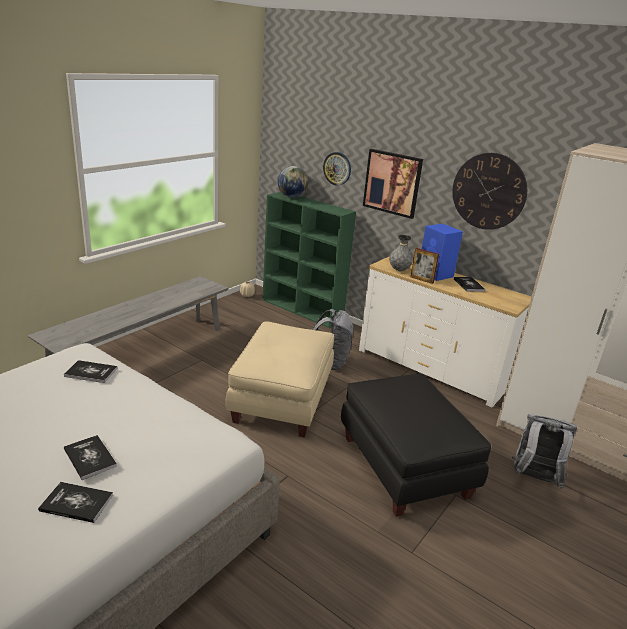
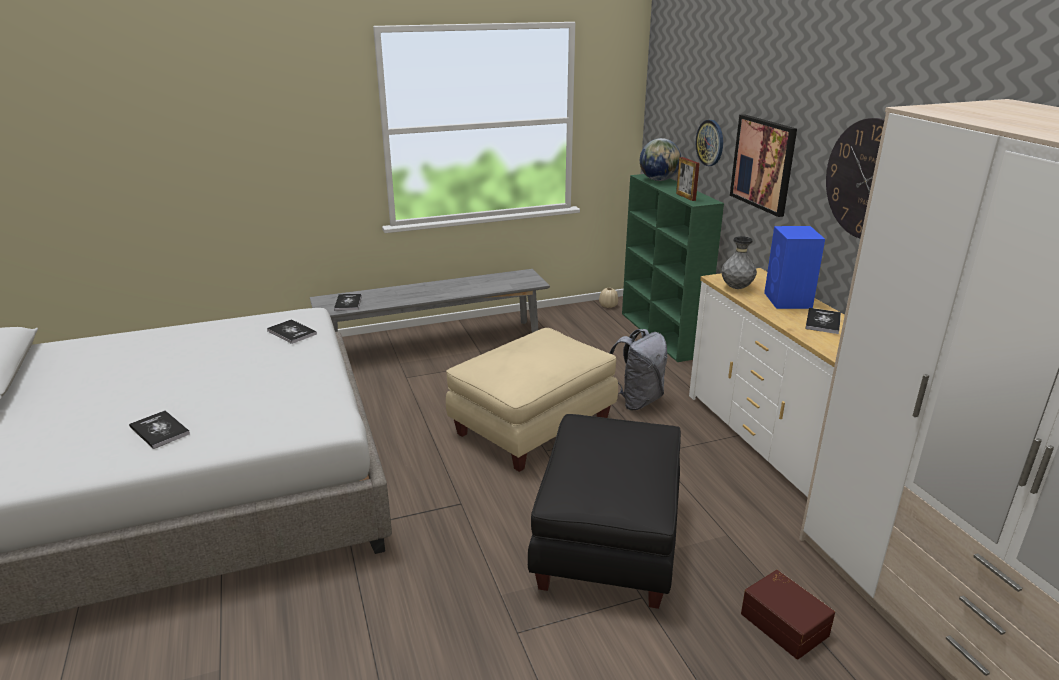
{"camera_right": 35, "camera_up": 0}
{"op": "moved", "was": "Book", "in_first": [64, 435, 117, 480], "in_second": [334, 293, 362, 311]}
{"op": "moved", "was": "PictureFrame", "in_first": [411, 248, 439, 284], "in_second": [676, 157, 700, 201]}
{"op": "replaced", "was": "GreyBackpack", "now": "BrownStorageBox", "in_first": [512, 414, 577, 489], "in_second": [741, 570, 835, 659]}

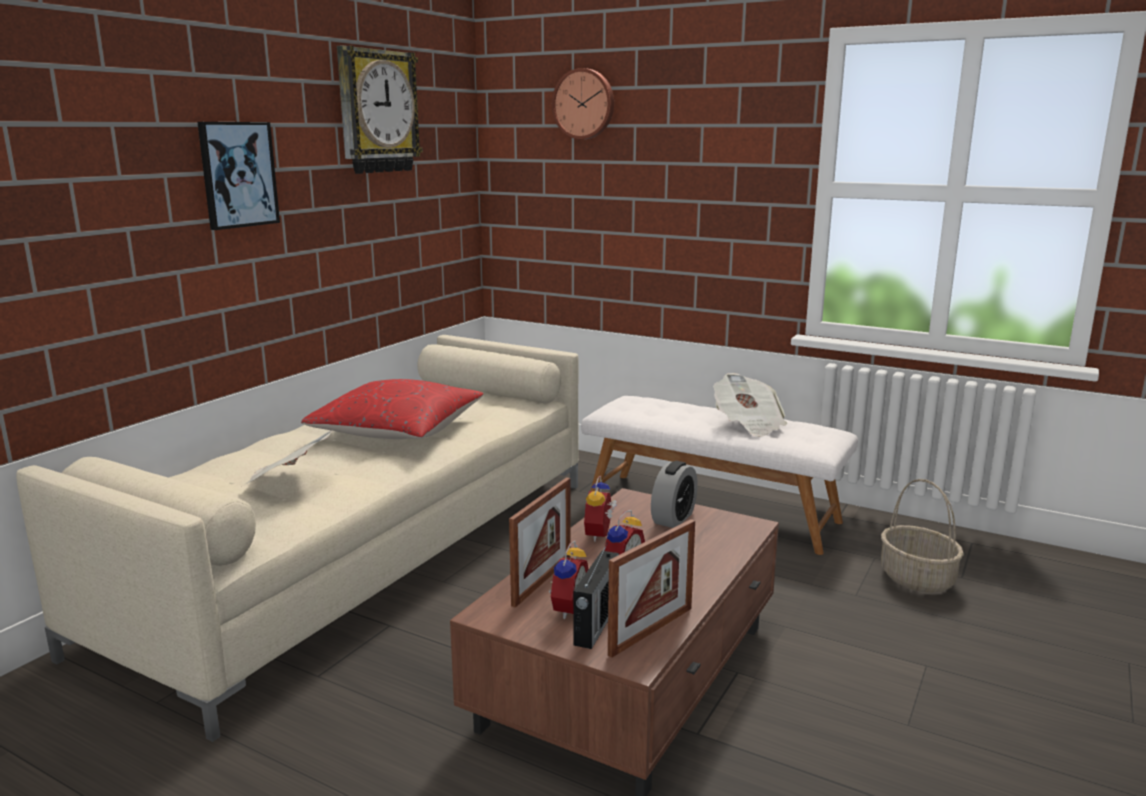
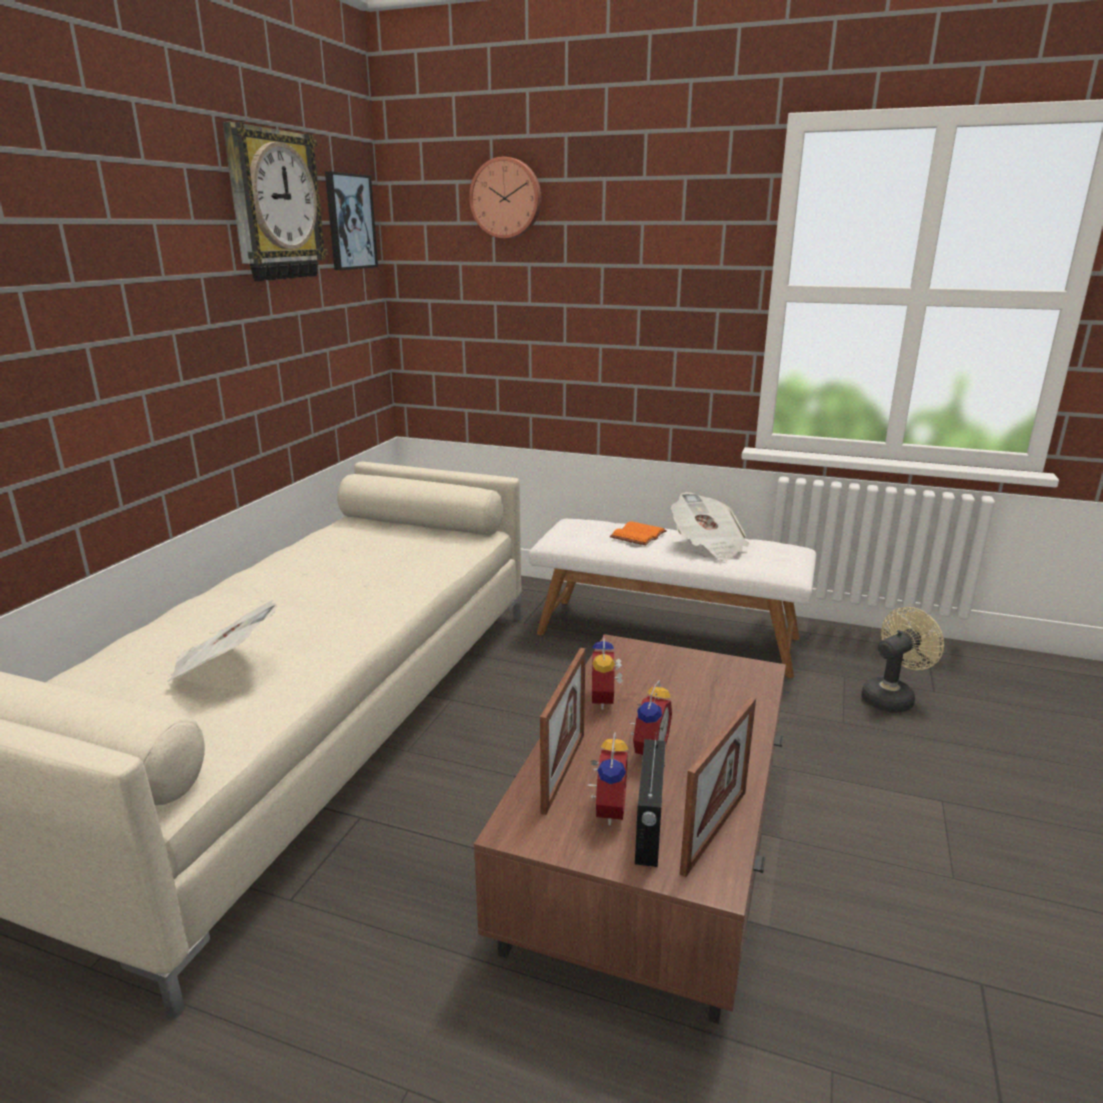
{"camera_right": -10, "camera_up": 5}
{"op": "moved", "was": "Picture", "in_first": [197, 122, 280, 230], "in_second": [325, 171, 378, 270]}
{"op": "removed", "was": "RedPillow", "in_first": [301, 379, 484, 439]}
{"op": "removed", "was": "AlarmClock", "in_first": [651, 461, 698, 528]}
{"op": "replaced", "was": "Basket", "now": "BeigeFan", "in_first": [881, 479, 964, 593], "in_second": [861, 607, 944, 713]}
{"op": "added", "now": "OrangeBook", "in_second": [610, 521, 667, 546]}

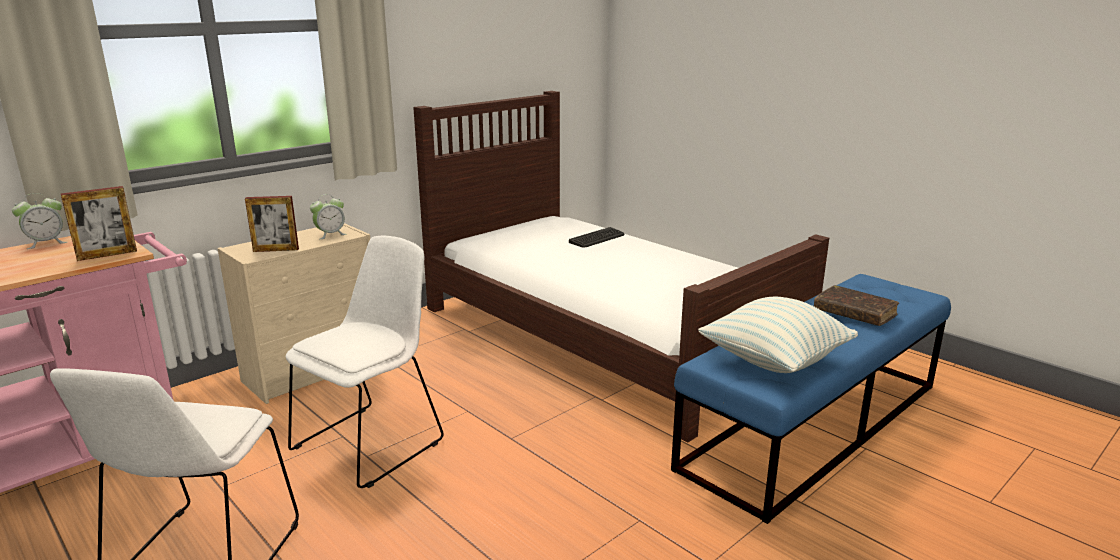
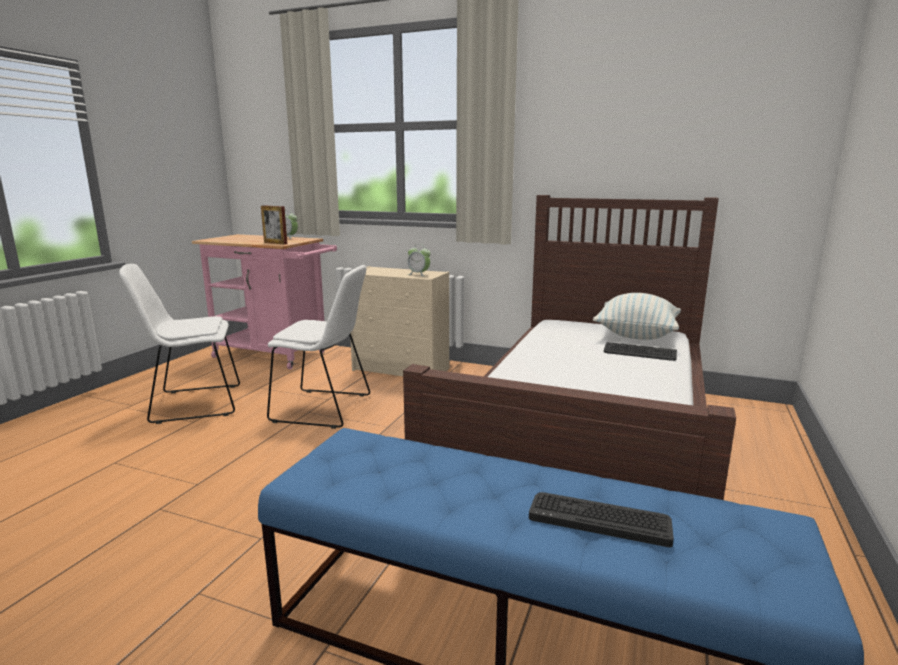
{"camera_right": 65, "camera_up": -5}
{"op": "removed", "was": "PictureFrame", "in_first": [245, 196, 299, 252]}
{"op": "moved", "was": "Pillow", "in_first": [698, 297, 858, 373], "in_second": [593, 293, 681, 340]}
{"op": "replaced", "was": "BrownBook", "now": "Keyboard", "in_first": [814, 285, 899, 326], "in_second": [529, 492, 674, 547]}

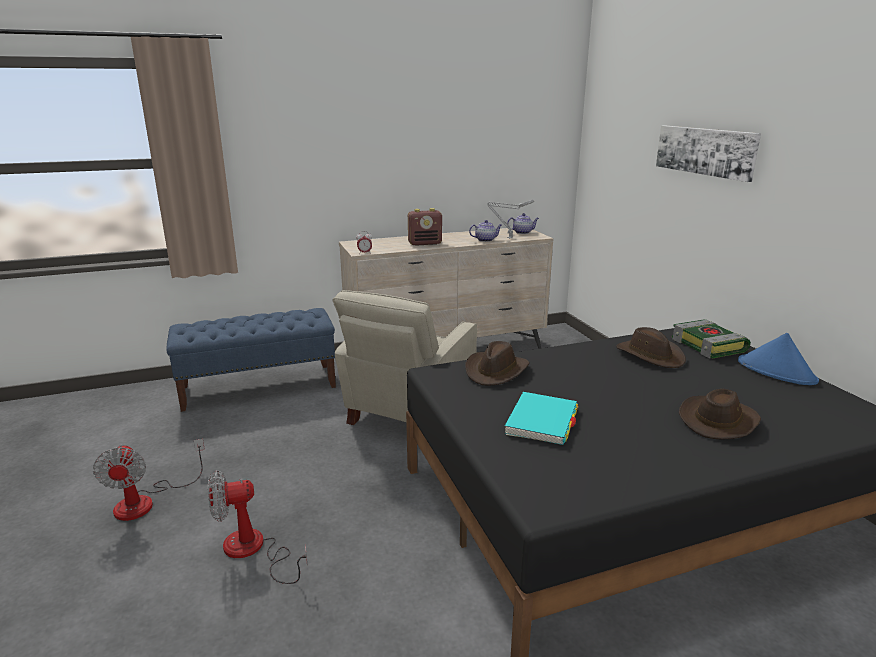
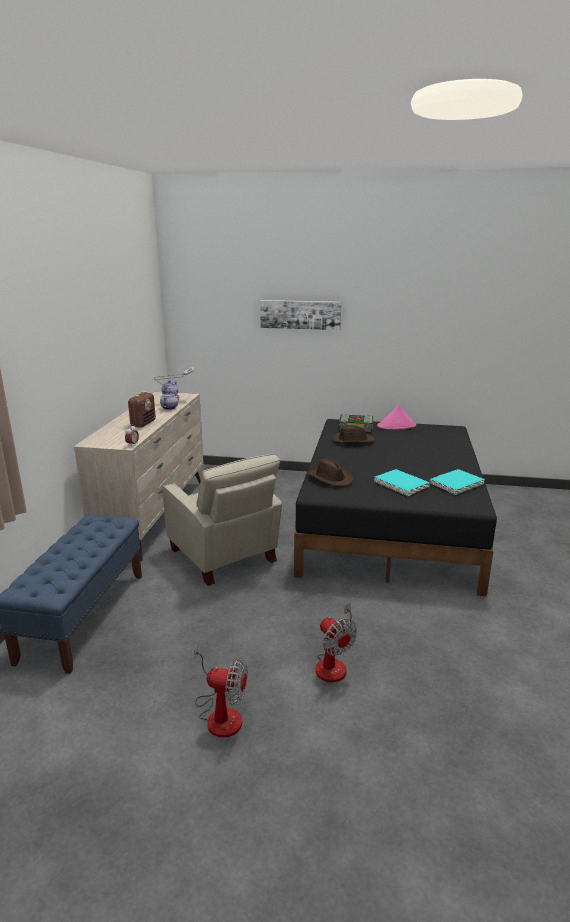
{"camera_right": -60, "camera_up": 0}
{"op": "turned", "was": "Fan", "in_first": [208, 470, 308, 584], "in_second": [315, 602, 357, 682], "clockwise": -45}
{"op": "removed", "was": "BrownHat", "in_first": [679, 389, 761, 440]}
{"op": "recoloured", "was": "BlueHat", "now": "PinkHat", "in_first": [738, 333, 819, 385], "in_second": [377, 405, 416, 430]}
{"op": "added", "now": "TurquoiseBook", "in_second": [429, 469, 485, 495]}

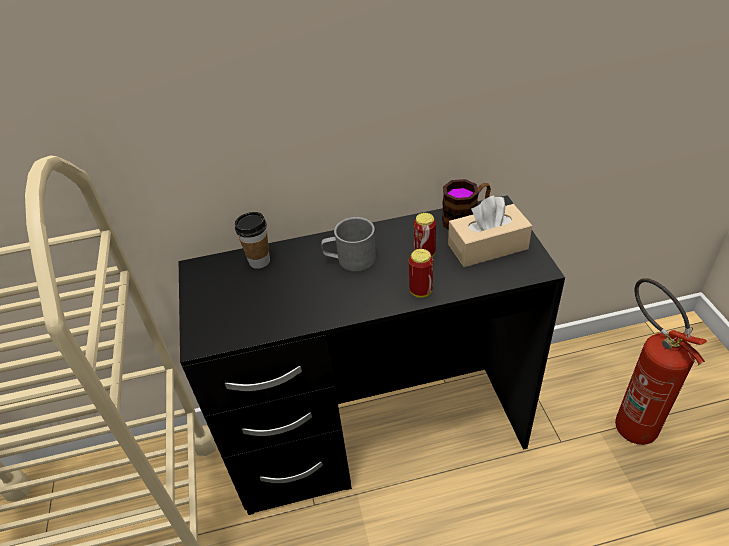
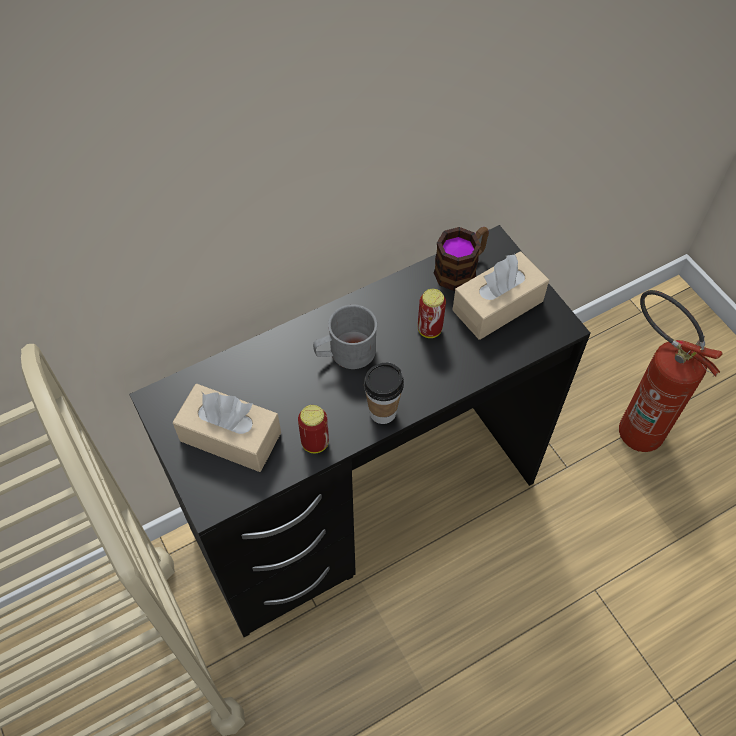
{"camera_right": -20, "camera_up": 15}
{"op": "moved", "was": "Cup", "in_first": [235, 212, 270, 269], "in_second": [364, 363, 404, 424]}
{"op": "moved", "was": "Can", "in_first": [409, 249, 433, 298], "in_second": [298, 405, 329, 453]}
{"op": "added", "now": "BeigeTissueBox", "in_second": [173, 384, 281, 472]}

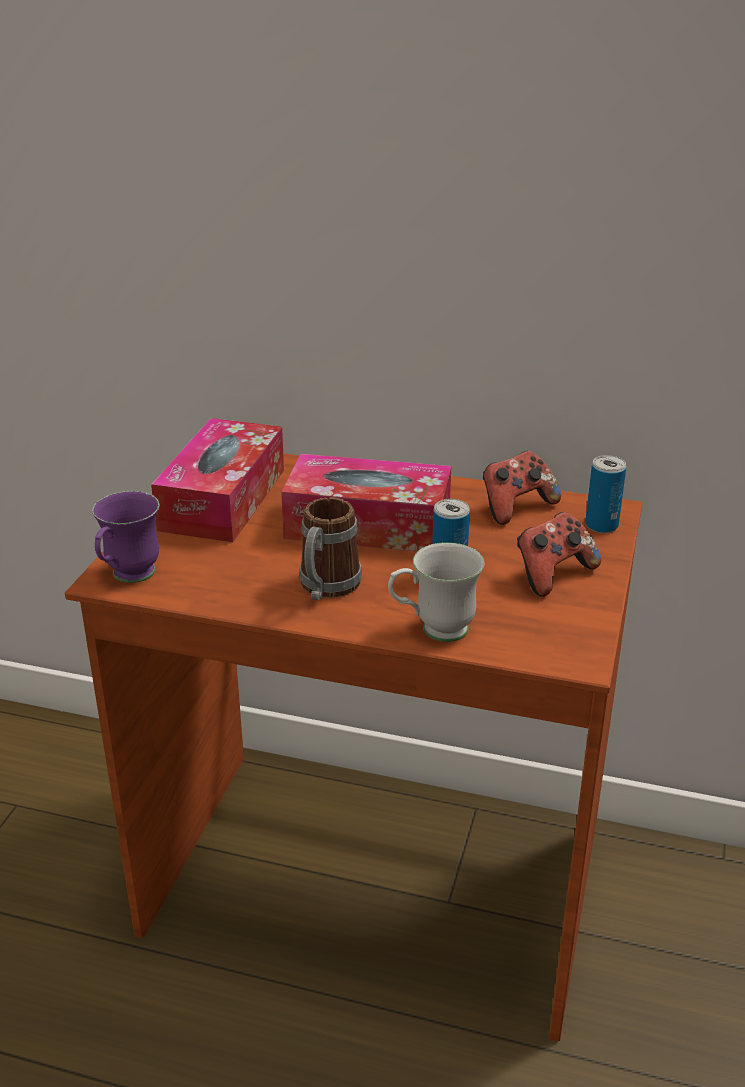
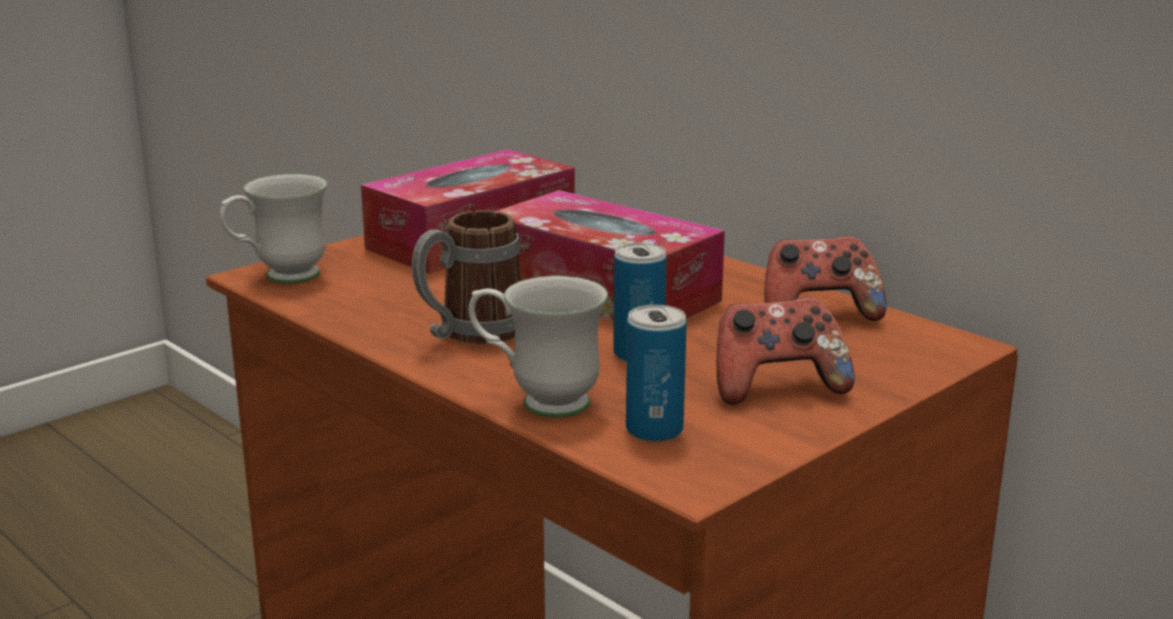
{"camera_right": 30, "camera_up": -10}
{"op": "recoloured", "was": "PurpleMug", "now": "WhiteMug", "in_first": [92, 491, 160, 583], "in_second": [220, 174, 327, 284]}
{"op": "moved", "was": "Can", "in_first": [585, 455, 626, 533], "in_second": [626, 305, 687, 442]}

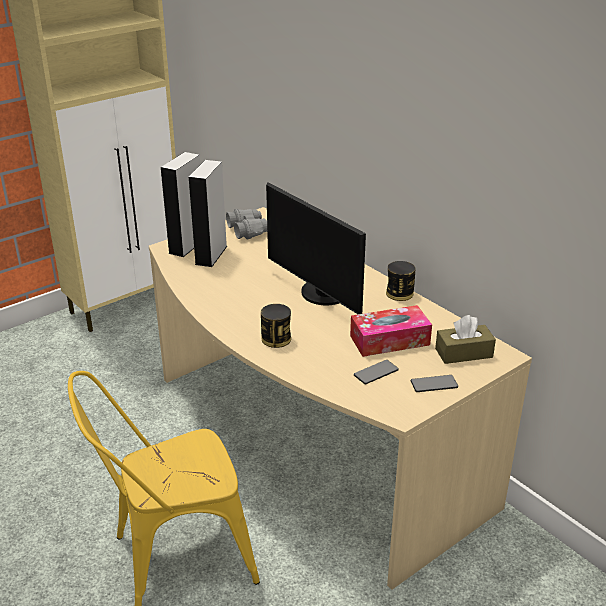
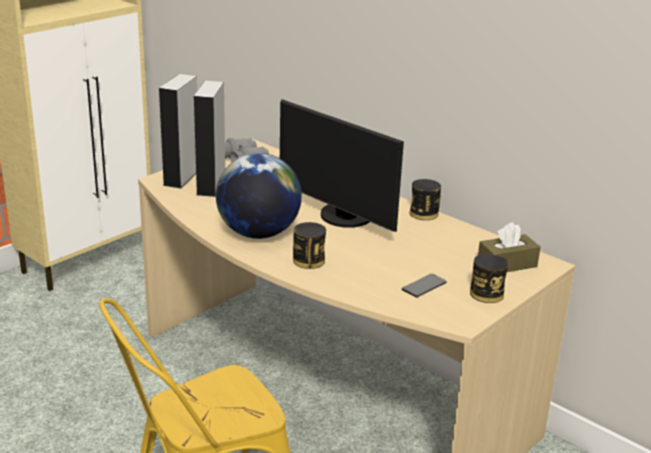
{"camera_right": -10, "camera_up": -5}
{"op": "removed", "was": "TissueBox", "in_first": [350, 305, 432, 357]}
{"op": "replaced", "was": "Phone", "now": "Can", "in_first": [410, 375, 458, 392], "in_second": [470, 254, 509, 303]}
{"op": "added", "now": "Globe", "in_second": [216, 153, 302, 239]}

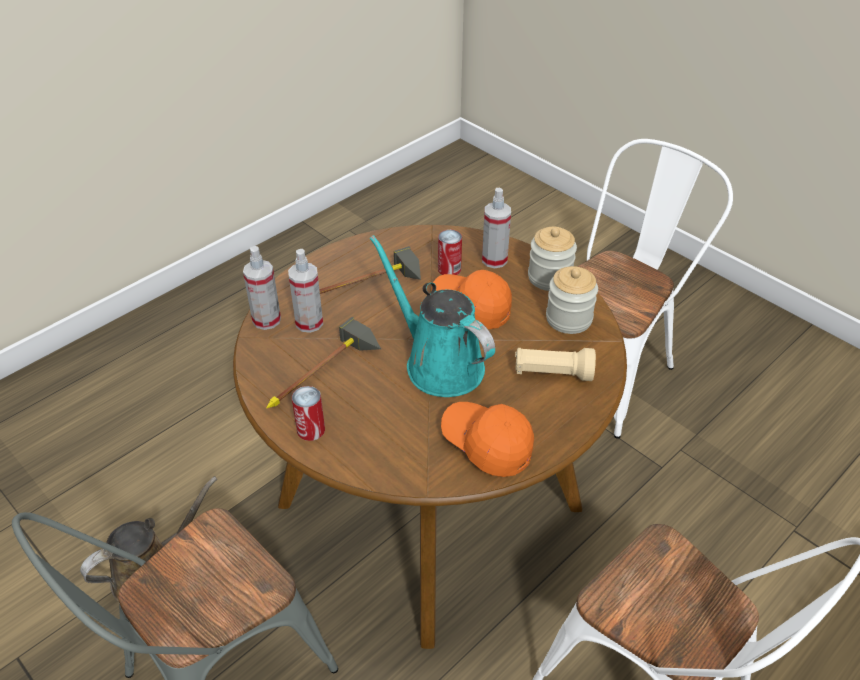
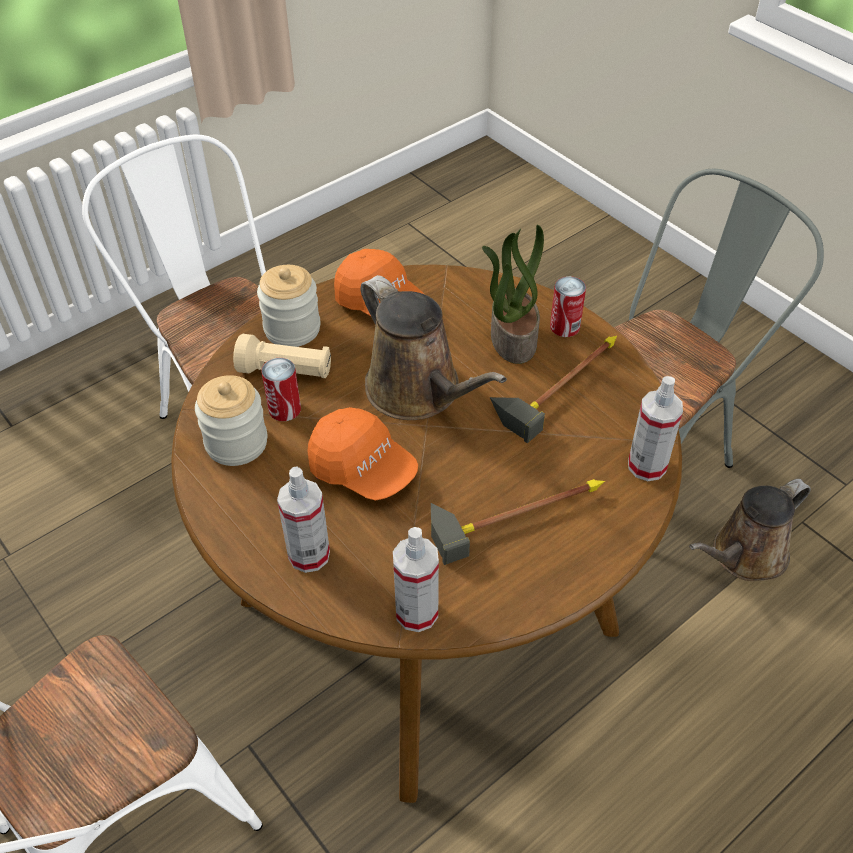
{"camera_right": -175, "camera_up": 5}
{"op": "moved", "was": "SprayBottle", "in_first": [288, 249, 323, 333], "in_second": [393, 527, 439, 632]}
{"op": "recoloured", "was": "TurquoiseWateringCan", "now": "BrownWateringCan", "in_first": [370, 235, 495, 397], "in_second": [361, 275, 507, 420]}
{"op": "moved", "was": "Can", "in_first": [438, 230, 462, 275], "in_second": [261, 358, 301, 421]}
{"op": "moved", "was": "Jar", "in_first": [528, 227, 577, 291], "in_second": [257, 265, 320, 347]}
{"op": "added", "now": "PottedPlant", "in_second": [482, 225, 544, 364]}

